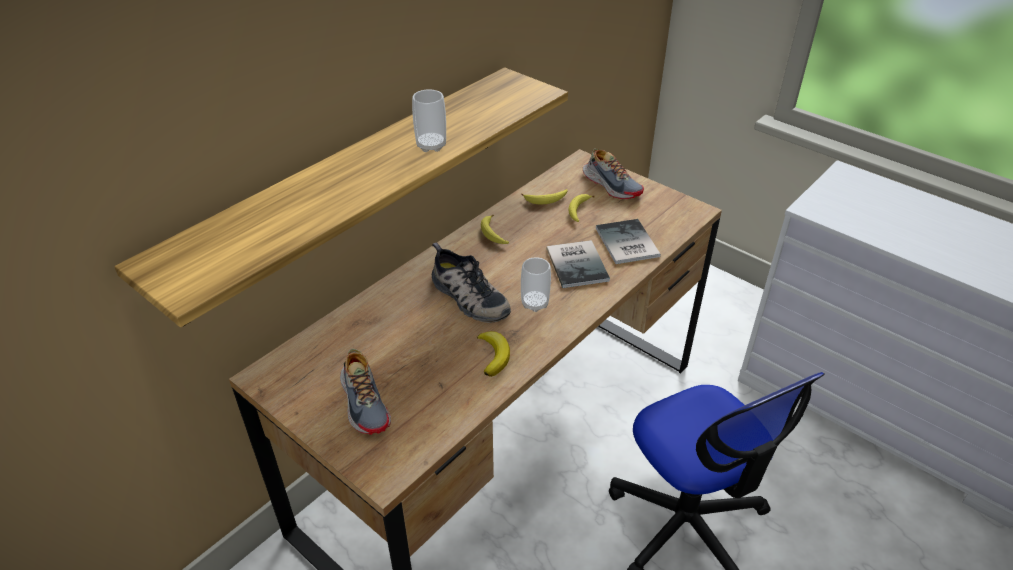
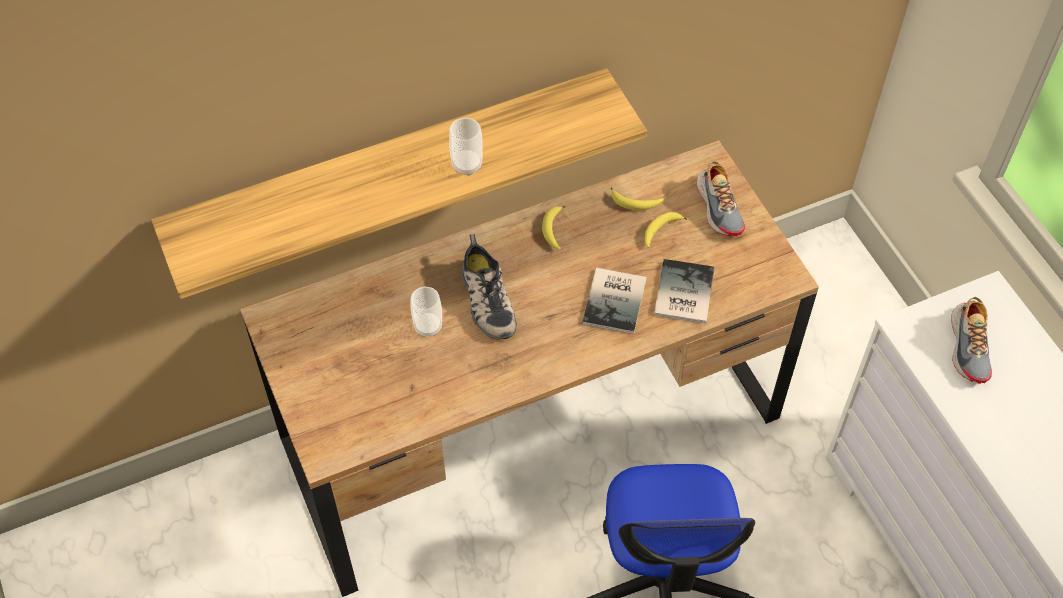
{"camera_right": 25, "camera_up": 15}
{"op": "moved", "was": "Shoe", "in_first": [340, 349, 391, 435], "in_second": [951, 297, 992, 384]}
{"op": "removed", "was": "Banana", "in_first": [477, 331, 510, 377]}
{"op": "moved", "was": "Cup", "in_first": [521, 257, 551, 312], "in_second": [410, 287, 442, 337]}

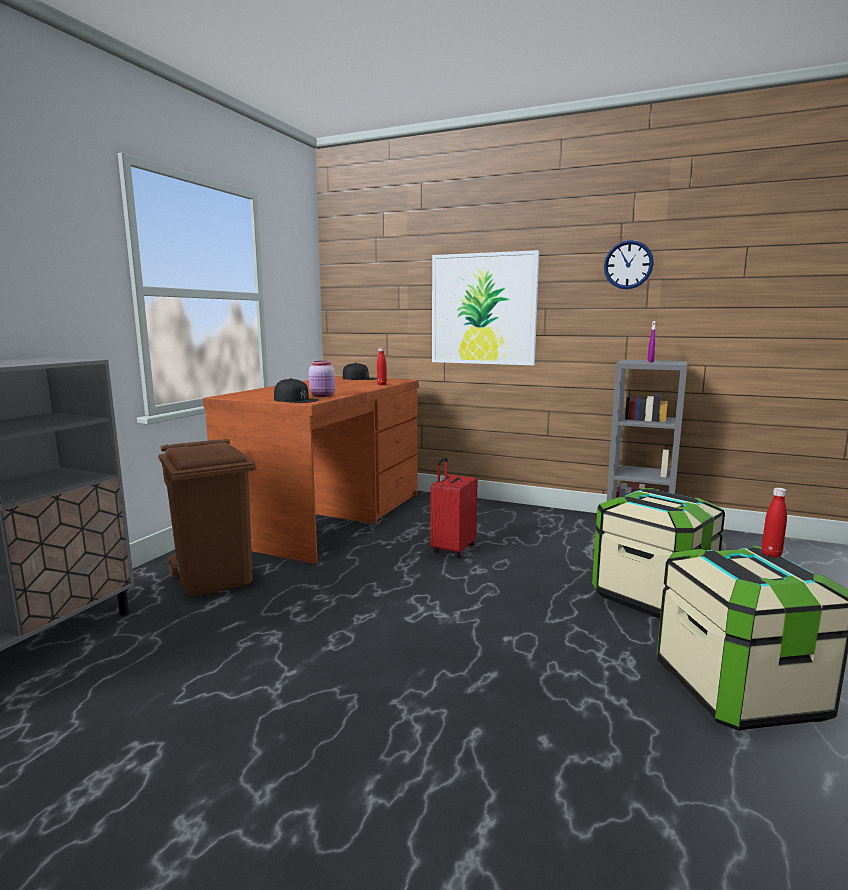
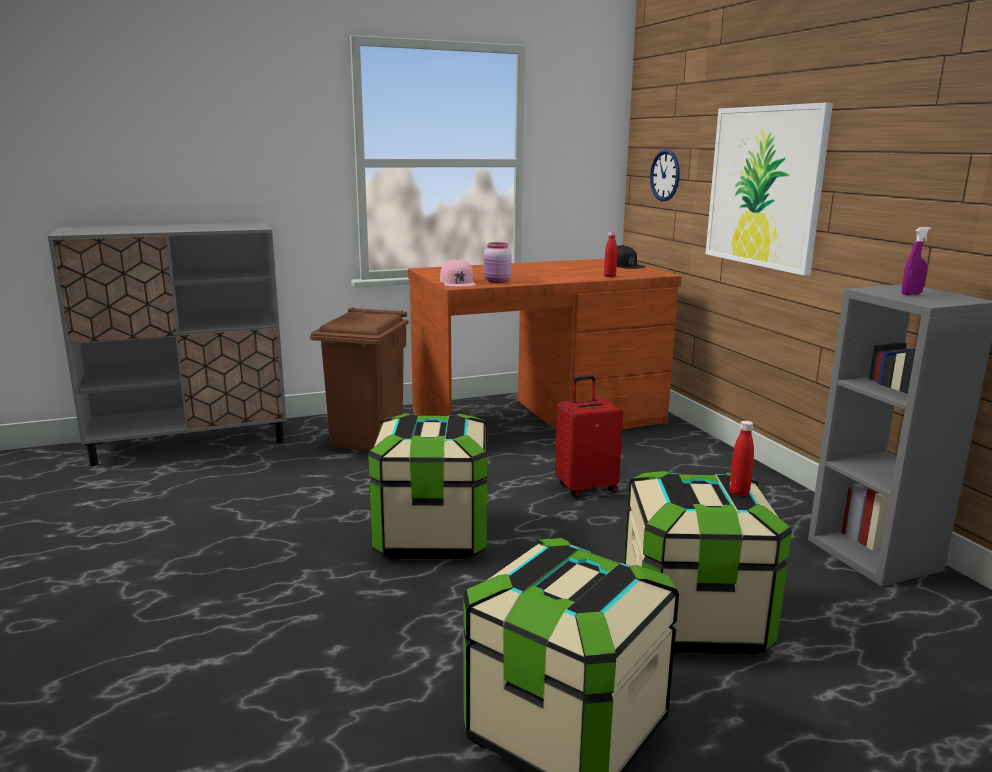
{"camera_right": 45, "camera_up": 5}
{"op": "recoloured", "was": "BlackCap", "now": "PinkCap", "in_first": [274, 378, 319, 403], "in_second": [440, 259, 476, 287]}
{"op": "moved", "was": "WallClock", "in_first": [604, 240, 654, 289], "in_second": [650, 150, 680, 201]}
{"op": "moved", "was": "RedBottle", "in_first": [761, 488, 787, 558], "in_second": [729, 421, 754, 496]}
{"op": "added", "now": "StorageBox", "in_second": [368, 413, 487, 559]}

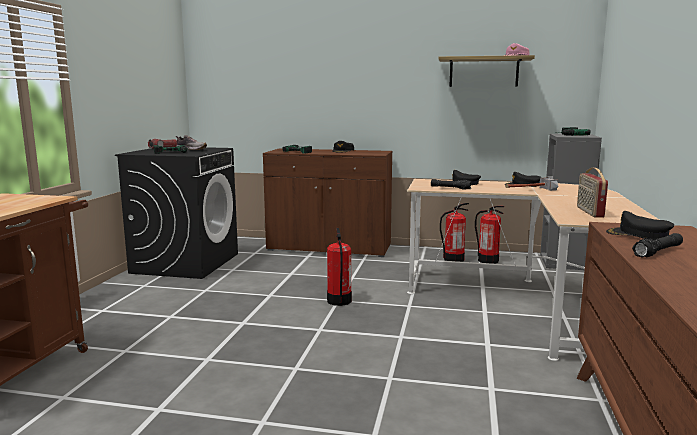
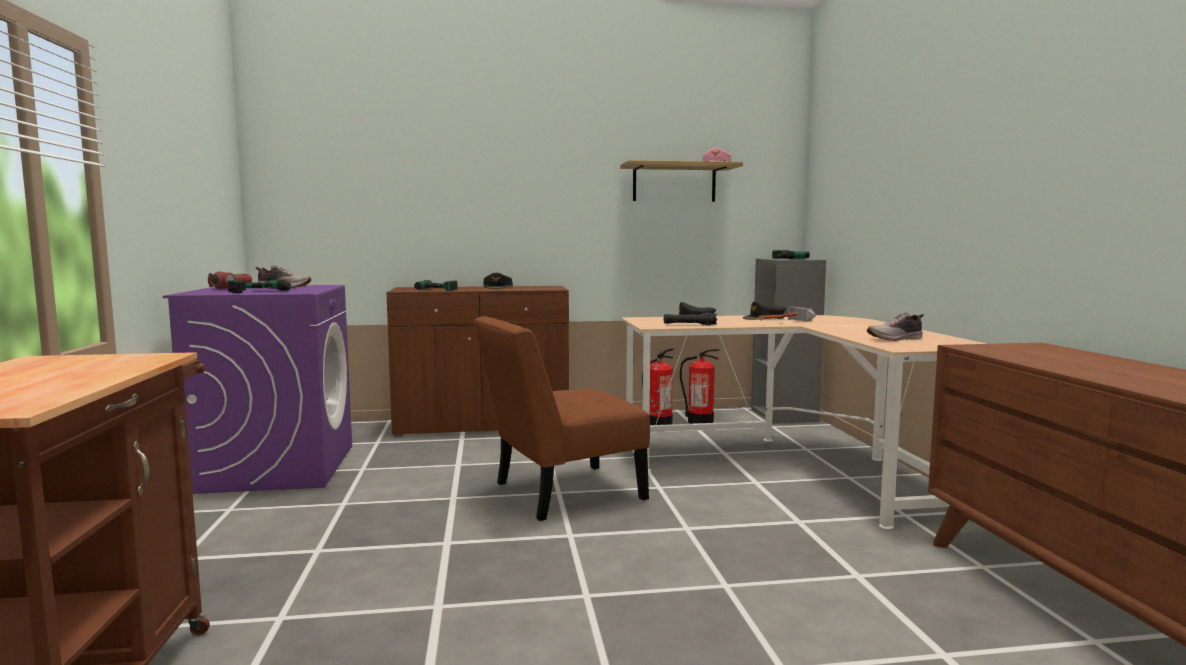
{"camera_right": -20, "camera_up": -5}
{"op": "recoloured", "was": "BlackWashingMachine", "now": "PurpleWashingMachine", "in_first": [115, 147, 238, 279], "in_second": [163, 285, 352, 494]}
{"op": "replaced", "was": "FireExtinguisher", "now": "BrownChair", "in_first": [327, 228, 352, 306], "in_second": [474, 316, 650, 521]}
{"op": "replaced", "was": "Radio", "now": "Shoe", "in_first": [577, 168, 608, 218], "in_second": [867, 313, 924, 341]}
{"op": "removed", "was": "BlackCap", "in_first": [606, 211, 674, 240]}
{"op": "removed", "was": "BlackFlashlight", "in_first": [632, 233, 683, 257]}

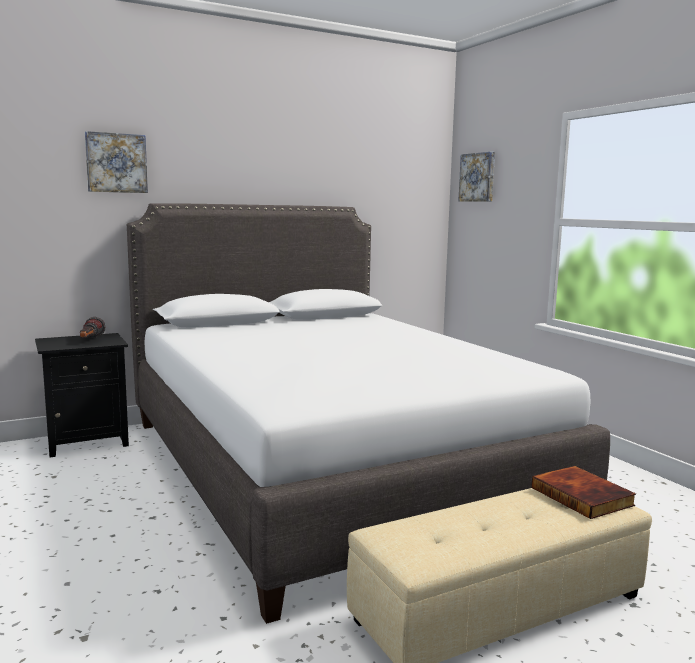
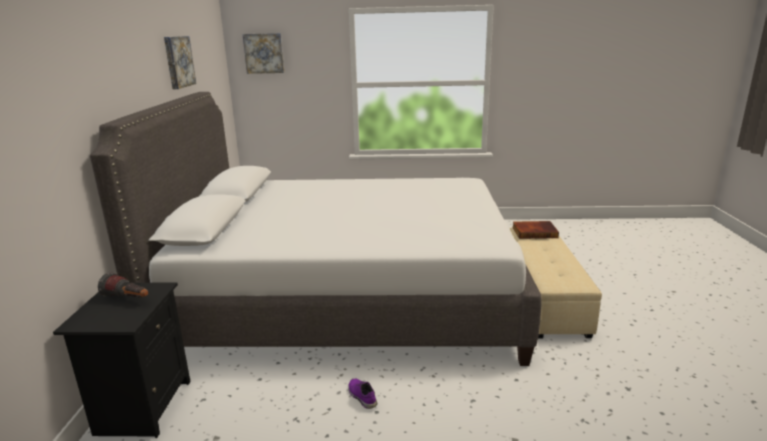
{"camera_right": -60, "camera_up": 10}
{"op": "moved", "was": "Picture", "in_first": [85, 131, 148, 193], "in_second": [164, 36, 196, 89]}
{"op": "added", "now": "PurpleShoe", "in_second": [348, 379, 377, 409]}

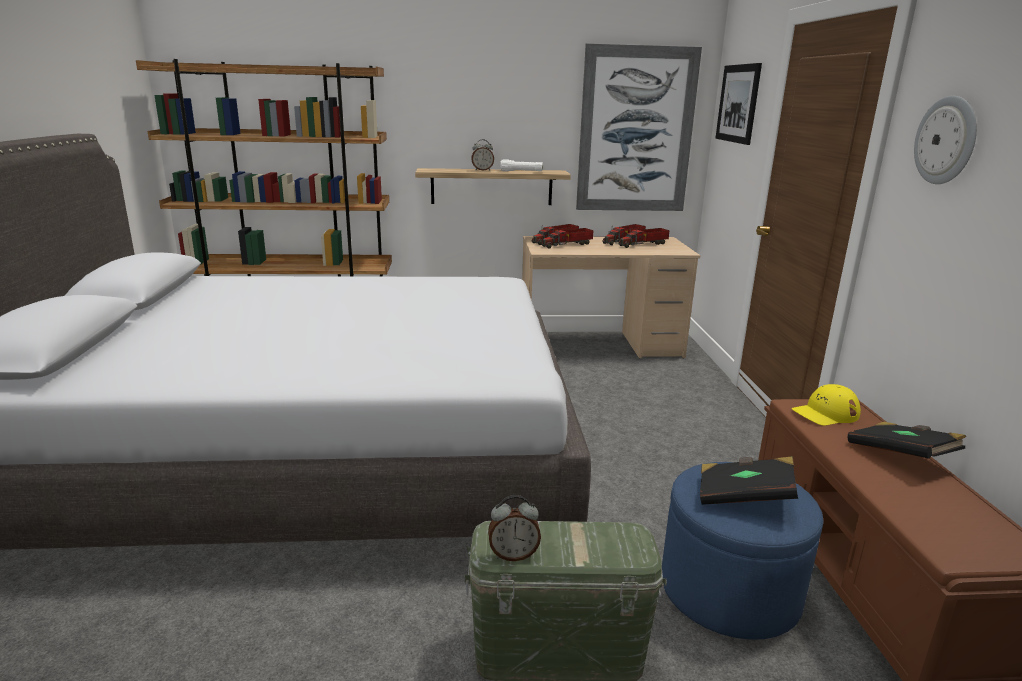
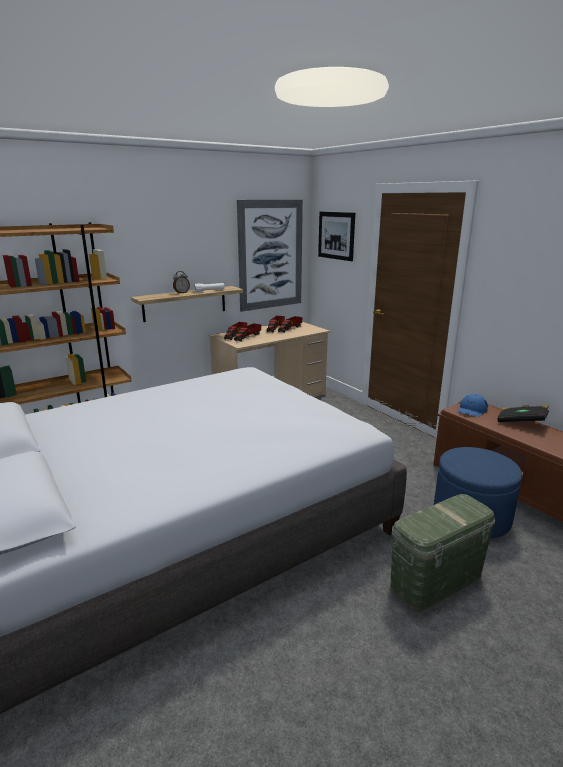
{"camera_right": -30, "camera_up": 0}
{"op": "removed", "was": "AlarmClock", "in_first": [488, 495, 541, 561]}
{"op": "removed", "was": "BlackBook", "in_first": [700, 457, 798, 505]}
{"op": "recoloured", "was": "YellowCap", "now": "BlueCap", "in_first": [792, 384, 861, 426], "in_second": [457, 394, 488, 417]}
{"op": "removed", "was": "WallClock", "in_first": [914, 96, 977, 184]}

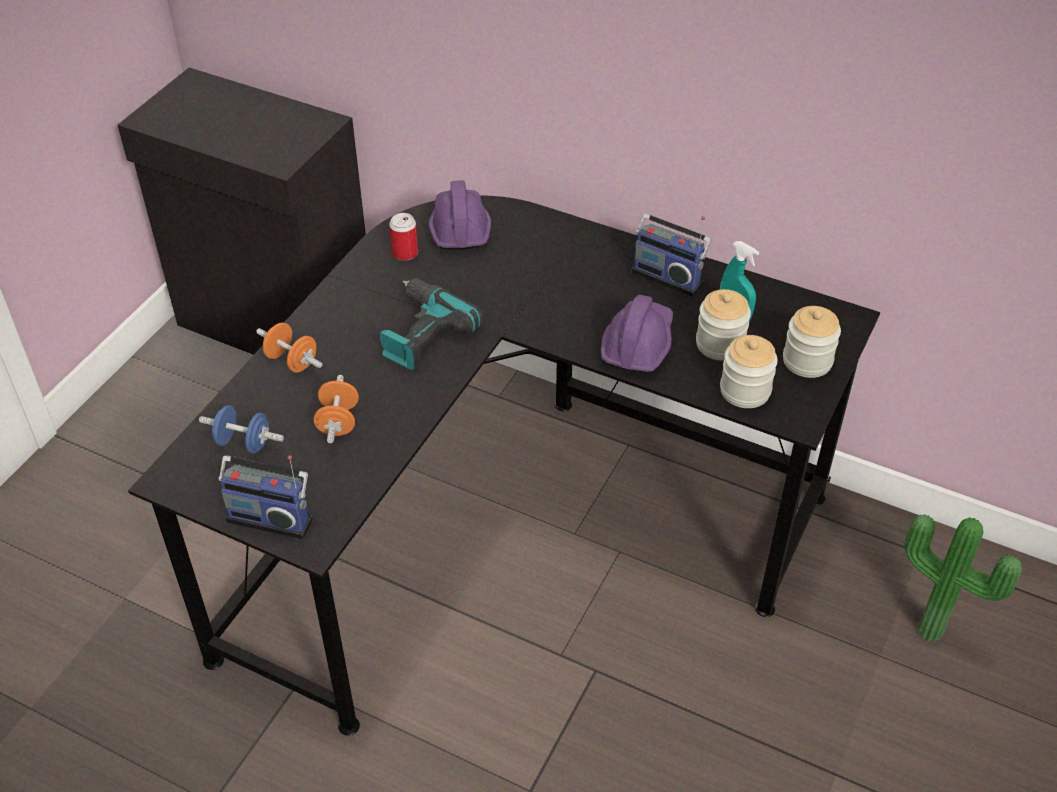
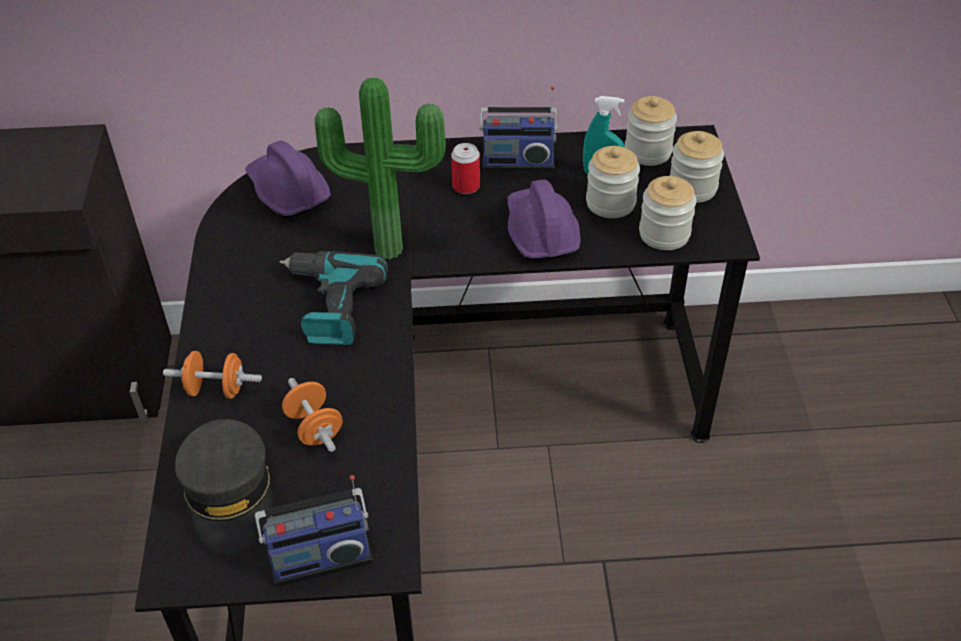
{"camera_right": -30, "camera_up": 0}
{"op": "replaced", "was": "BlueDumbbell", "now": "GreyCap", "in_first": [199, 405, 284, 454], "in_second": [175, 419, 273, 554]}
{"op": "moved", "was": "Can", "in_first": [389, 213, 418, 261], "in_second": [451, 143, 480, 194]}
{"op": "moved", "was": "PottedPlant", "in_first": [904, 514, 1022, 642], "in_second": [315, 77, 446, 260]}
{"op": "added", "now": "Jar", "in_second": [625, 96, 677, 166]}

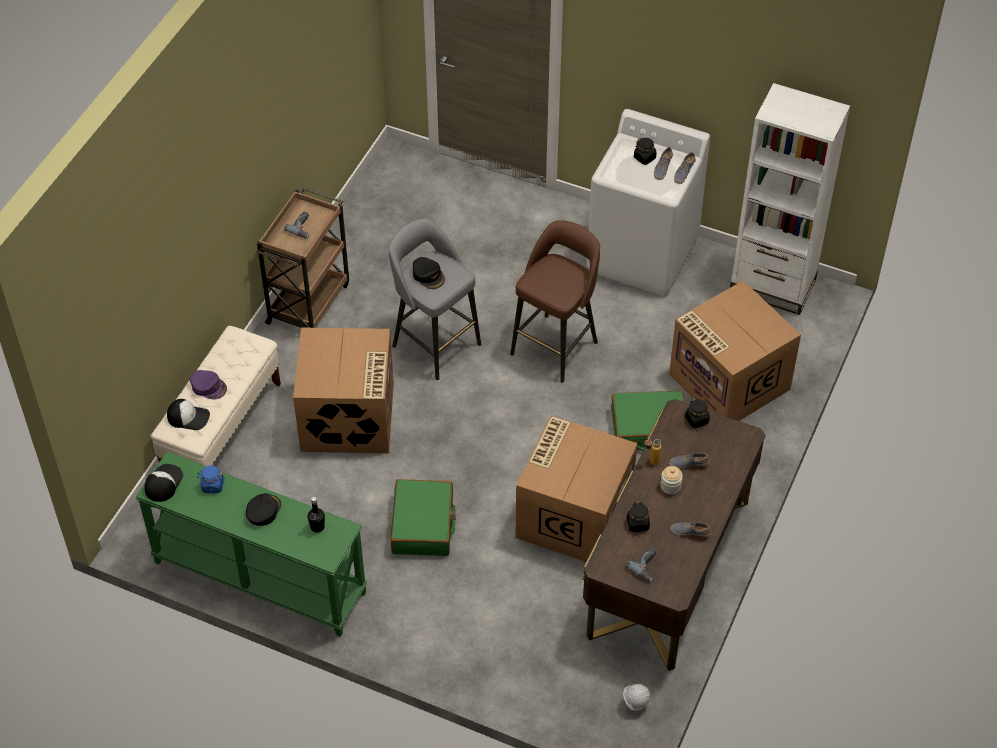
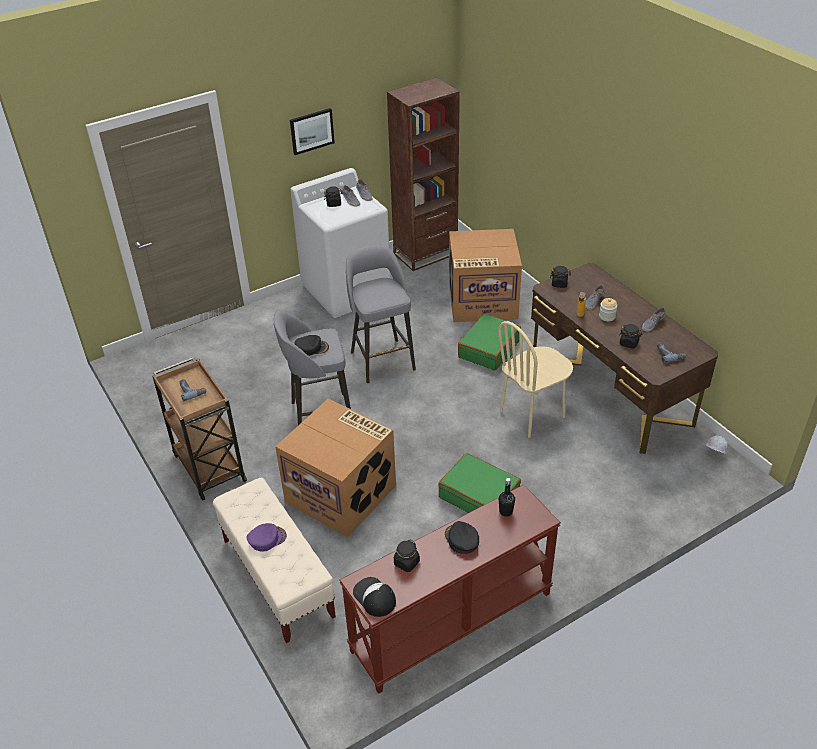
{"camera_right": -55, "camera_up": -10}
{"op": "recoloured", "was": "GreenConsoleTable", "now": "BrownConsoleTable", "in_first": [136, 451, 367, 637], "in_second": [340, 485, 561, 694]}
{"op": "removed", "was": "Cap", "in_first": [167, 399, 210, 430]}
{"op": "recoloured", "was": "BlueJar", "now": "BlackJar", "in_first": [197, 465, 225, 493], "in_second": [394, 540, 420, 572]}
{"op": "recoloured", "was": "BrownStool", "now": "GreyStool", "in_first": [510, 220, 600, 383], "in_second": [346, 245, 416, 383]}
{"op": "replaced", "was": "CardboardBox", "now": "BeigeChair", "in_first": [516, 415, 638, 562], "in_second": [498, 321, 573, 438]}
{"op": "recoloured", "was": "WhiteBookcase", "now": "BrownBookcase", "in_first": [730, 83, 850, 315], "in_second": [387, 77, 460, 271]}
{"op": "added", "now": "Picture", "in_second": [290, 108, 335, 155]}

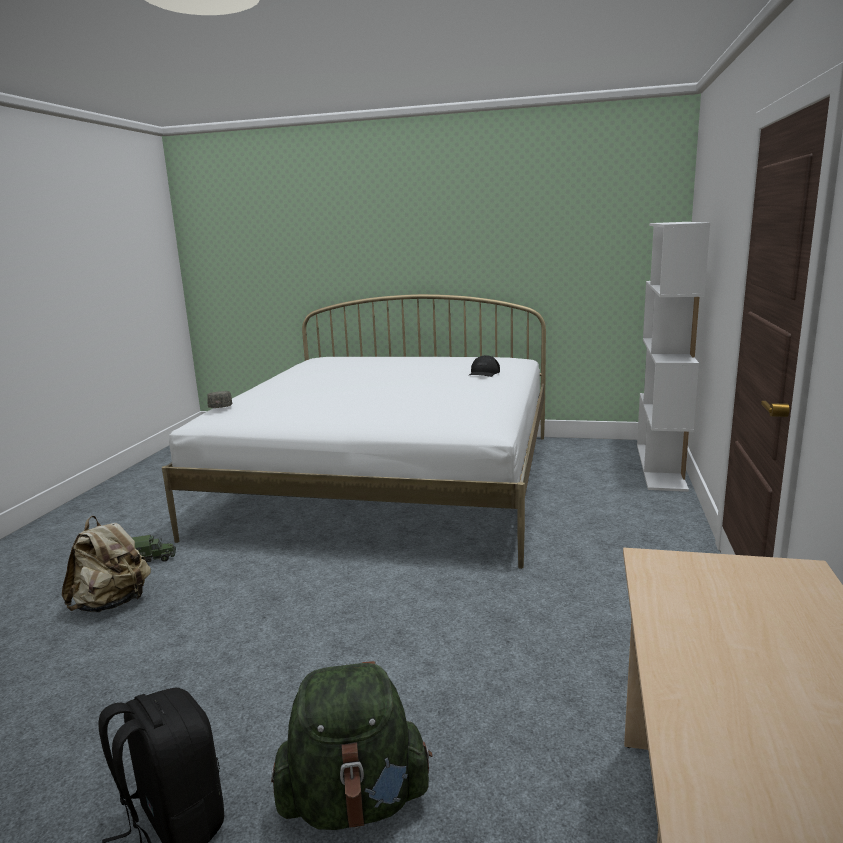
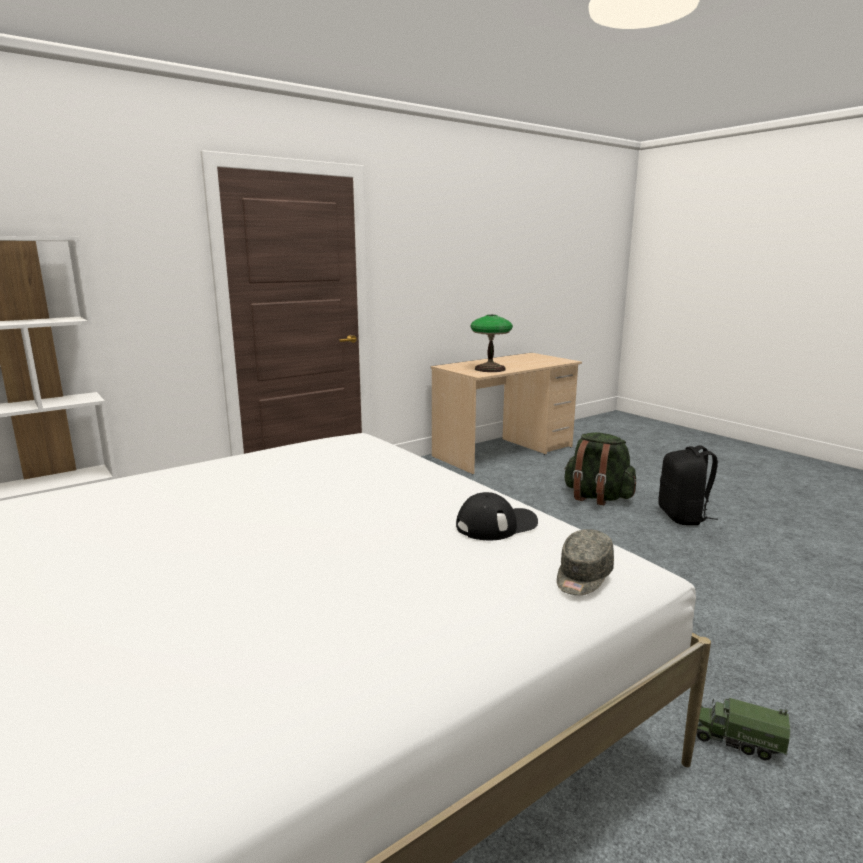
{"camera_right": -140, "camera_up": 0}
{"op": "removed", "was": "BeigeBackpack", "in_first": [62, 516, 151, 612]}
{"op": "moved", "was": "BlackCap", "in_first": [468, 355, 500, 377], "in_second": [456, 492, 538, 540]}
{"op": "added", "now": "TableLamp", "in_second": [470, 315, 513, 372]}

